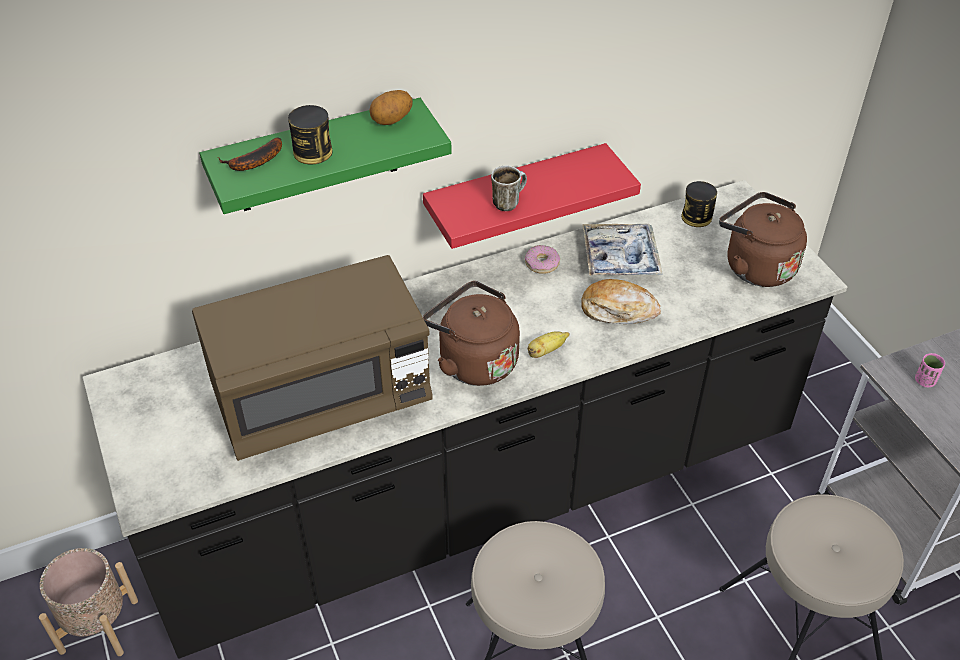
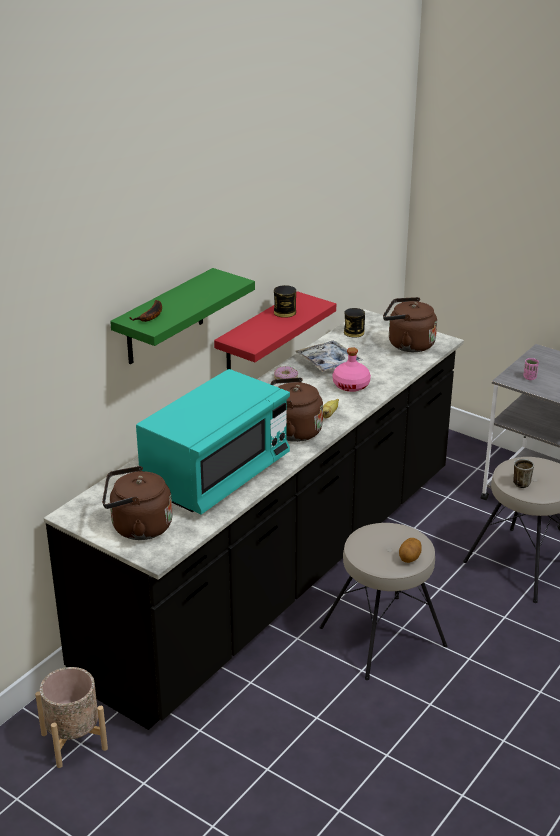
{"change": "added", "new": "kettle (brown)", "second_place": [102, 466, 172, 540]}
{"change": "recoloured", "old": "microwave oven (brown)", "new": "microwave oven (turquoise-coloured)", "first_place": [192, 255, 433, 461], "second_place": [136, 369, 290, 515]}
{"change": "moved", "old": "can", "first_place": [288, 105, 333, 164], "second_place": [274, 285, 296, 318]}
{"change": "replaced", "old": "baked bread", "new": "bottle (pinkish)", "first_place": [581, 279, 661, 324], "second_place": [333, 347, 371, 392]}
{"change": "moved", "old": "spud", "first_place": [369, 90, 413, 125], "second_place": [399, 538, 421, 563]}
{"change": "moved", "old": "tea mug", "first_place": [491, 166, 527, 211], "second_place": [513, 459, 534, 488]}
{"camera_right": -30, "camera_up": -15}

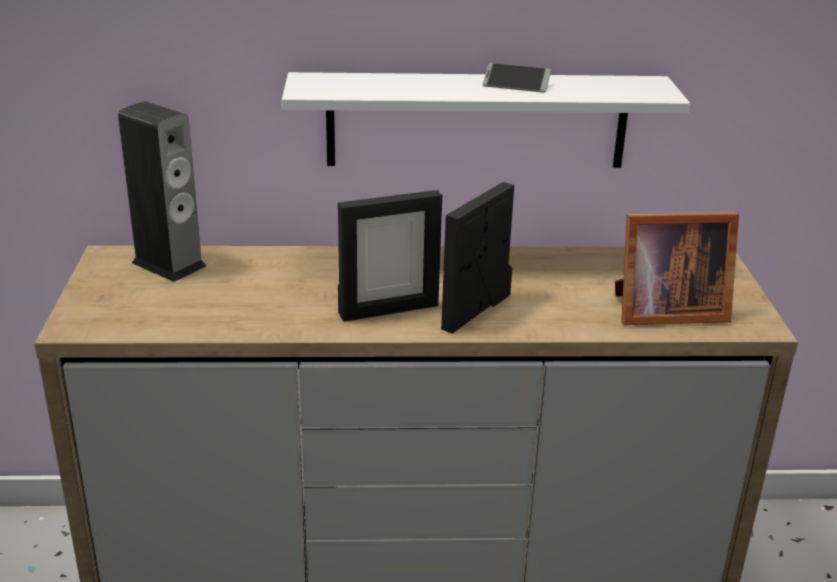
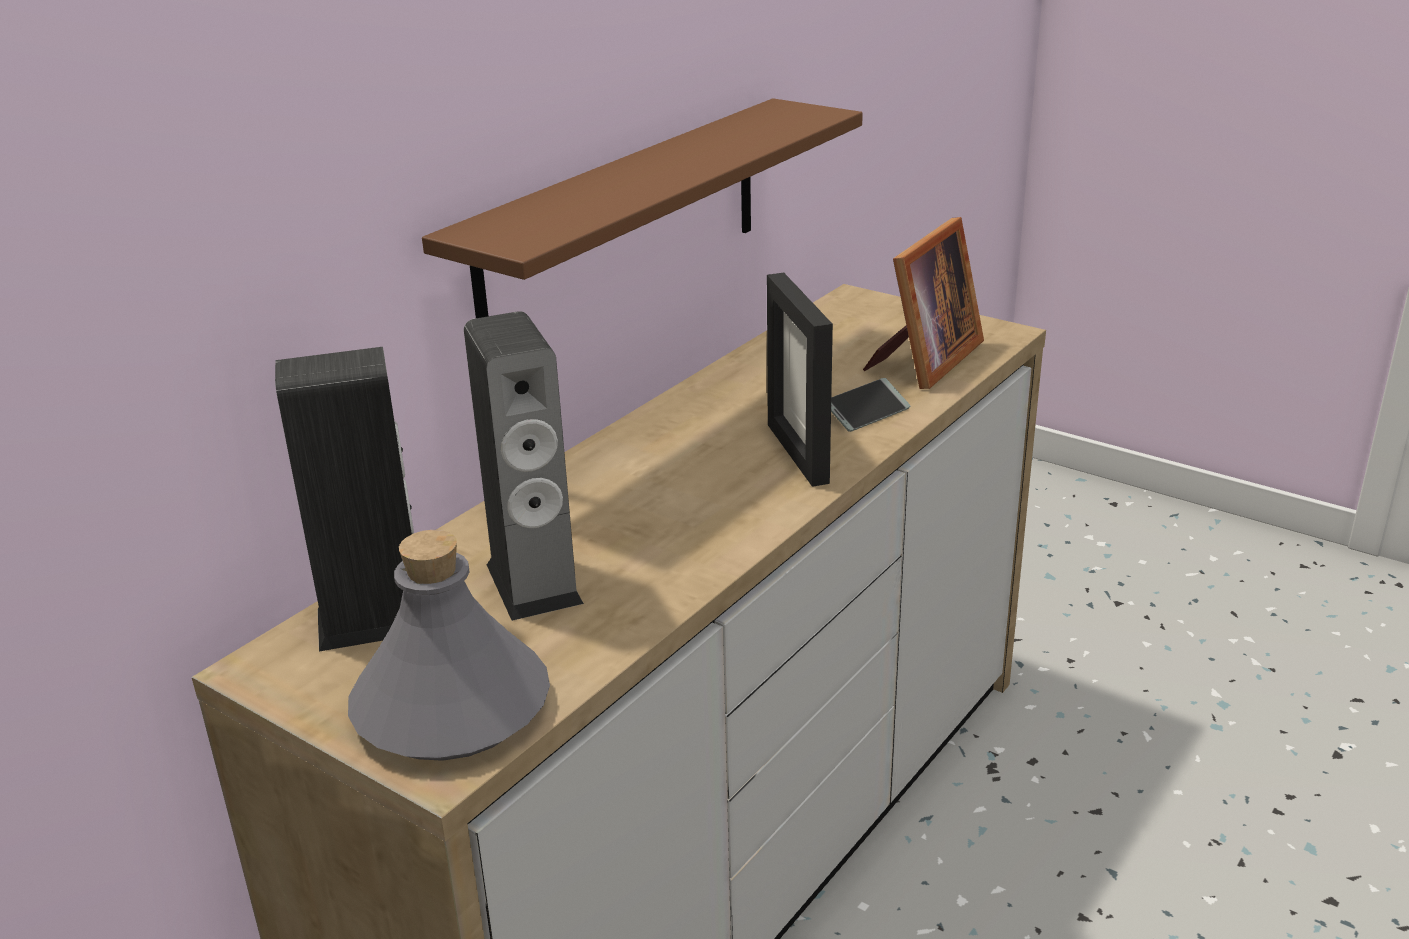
{"change": "added", "new": "bottle (grey)", "second_place": [348, 530, 550, 761]}
{"change": "recoloured", "old": "bracket shelf (whitish)", "new": "bracket shelf (brown)", "first_place": [282, 72, 690, 168], "second_place": [422, 98, 863, 318]}
{"change": "added", "new": "speaker", "second_place": [464, 311, 584, 621]}
{"change": "moved", "old": "telephone", "first_place": [483, 63, 551, 92], "second_place": [831, 378, 910, 432]}
{"change": "removed", "old": "picture frame", "first_place": [338, 190, 442, 322]}
{"camera_right": -50, "camera_up": 0}

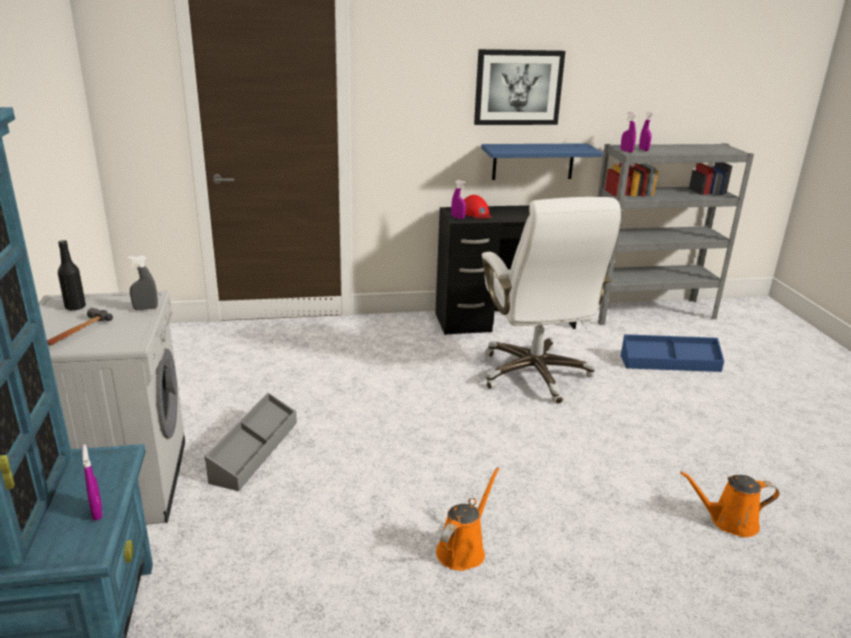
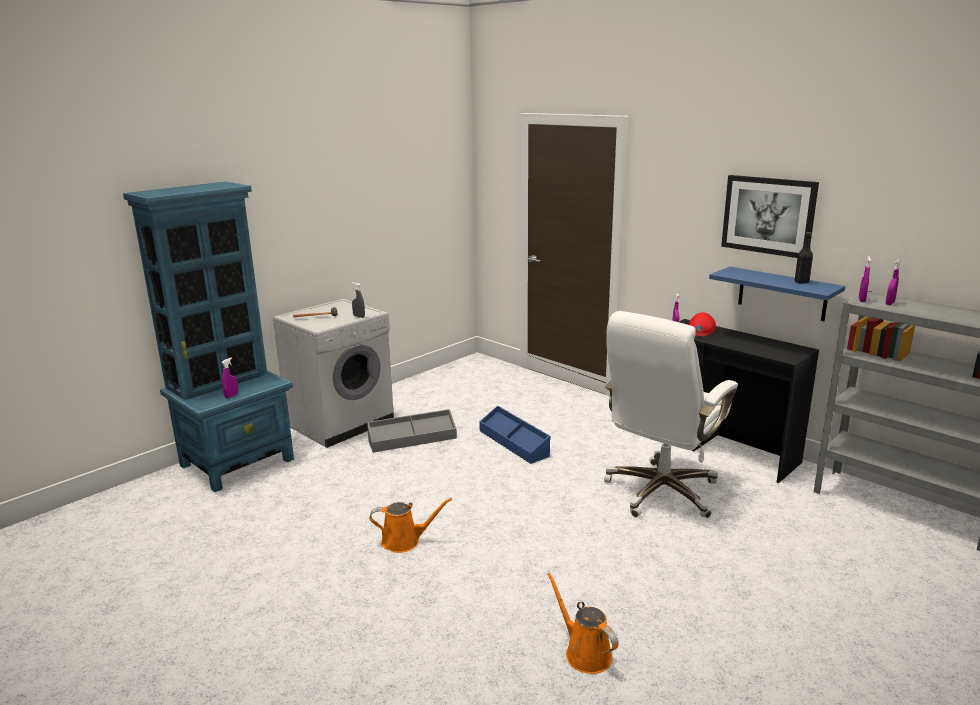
{"change": "moved", "old": "storage bin (blue)", "first_place": [621, 334, 724, 372], "second_place": [479, 406, 550, 464]}
{"change": "moved", "old": "bottle (black-coloured)", "first_place": [58, 240, 86, 310], "second_place": [794, 232, 813, 284]}
{"camera_right": 55, "camera_up": -5}

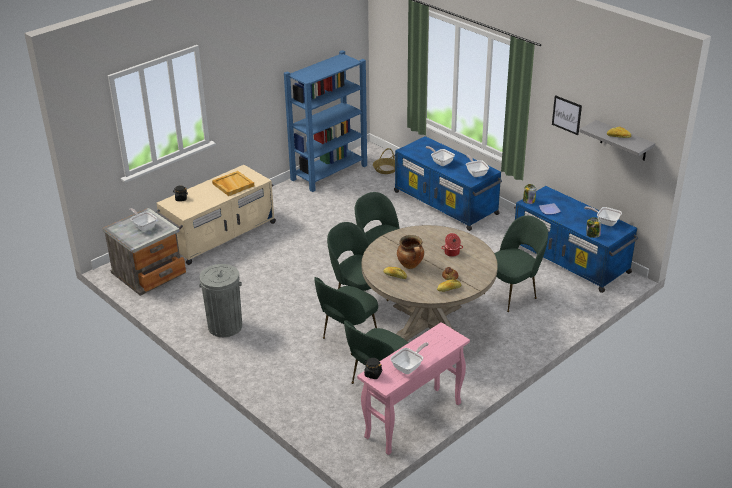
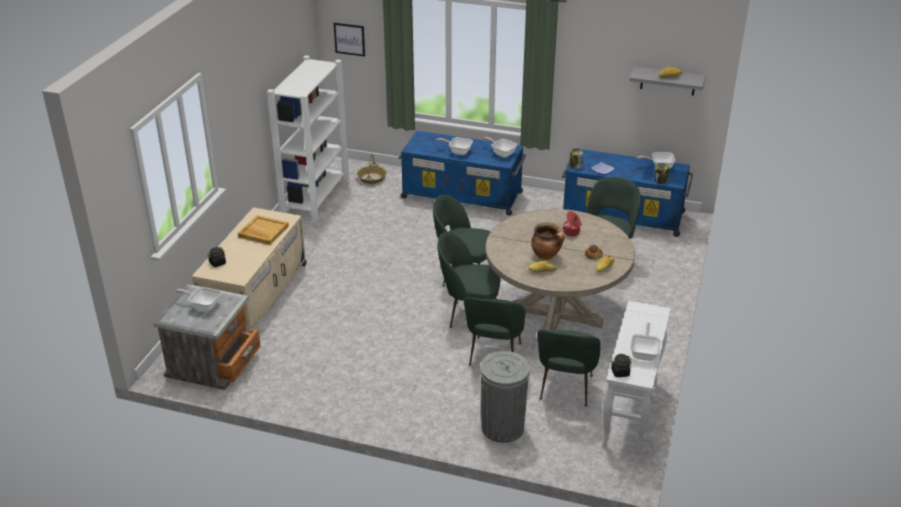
{"change": "recoloured", "old": "shelving unit (blue)", "new": "shelving unit (whitish)", "first_place": [284, 50, 367, 192], "second_place": [267, 55, 349, 222]}
{"change": "moved", "old": "wall picture", "first_place": [552, 95, 582, 135], "second_place": [334, 23, 365, 57]}
{"change": "moved", "old": "waste bin (grey)", "first_place": [199, 264, 242, 337], "second_place": [480, 351, 530, 443]}
{"change": "recoloured", "old": "hall table (pinkish)", "new": "hall table (whitish)", "first_place": [357, 322, 470, 455], "second_place": [602, 301, 671, 455]}
{"camera_right": -30, "camera_up": 0}

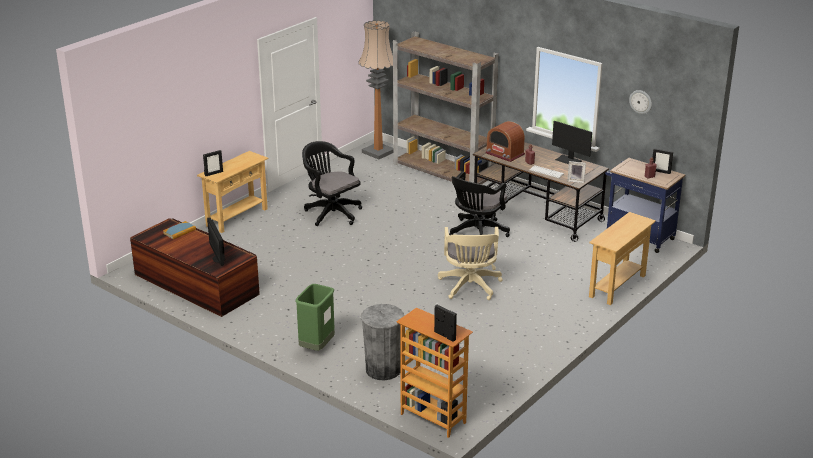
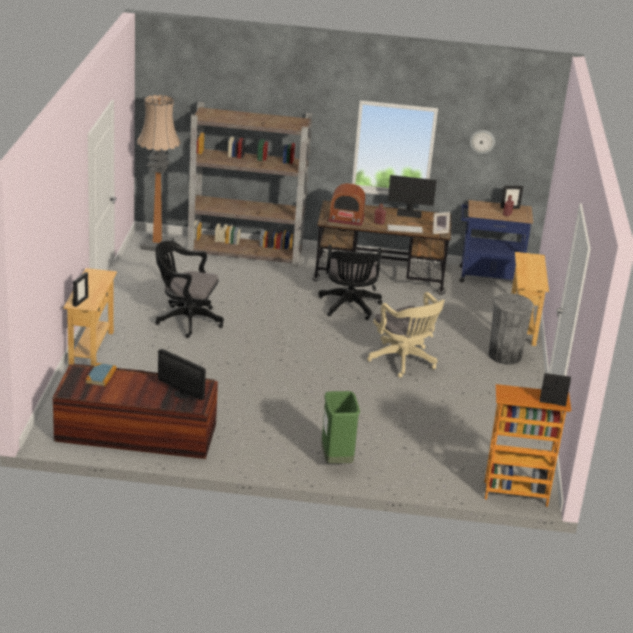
{"change": "moved", "old": "waste bin (grey)", "first_place": [361, 304, 404, 380], "second_place": [489, 293, 534, 364]}
{"camera_right": -35, "camera_up": 0}

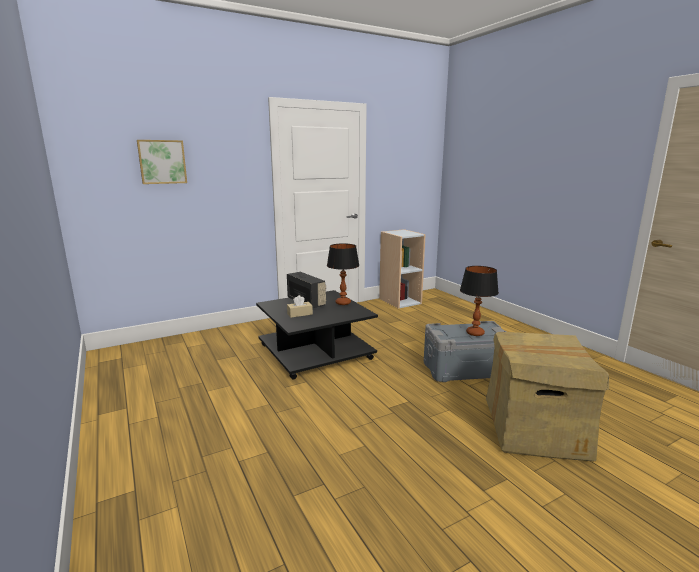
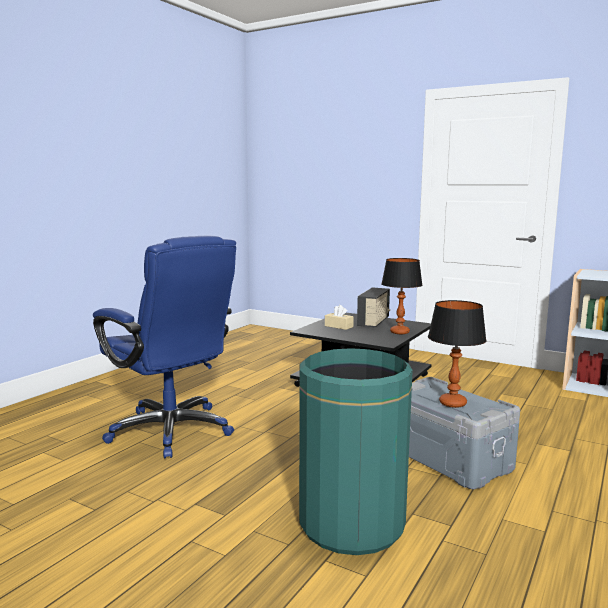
{"change": "added", "new": "office chair (blue)", "second_place": [93, 236, 236, 459]}
{"change": "replaced", "old": "cardboard box", "new": "waste bin (green-coloured)", "first_place": [486, 332, 609, 461], "second_place": [299, 348, 413, 555]}
{"change": "removed", "old": "wall picture", "first_place": [137, 140, 187, 184]}
{"camera_right": 60, "camera_up": -5}

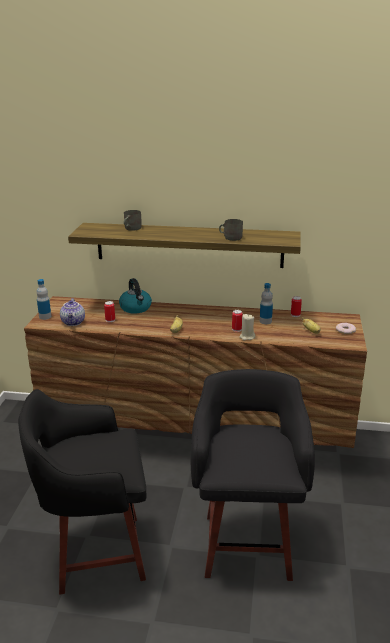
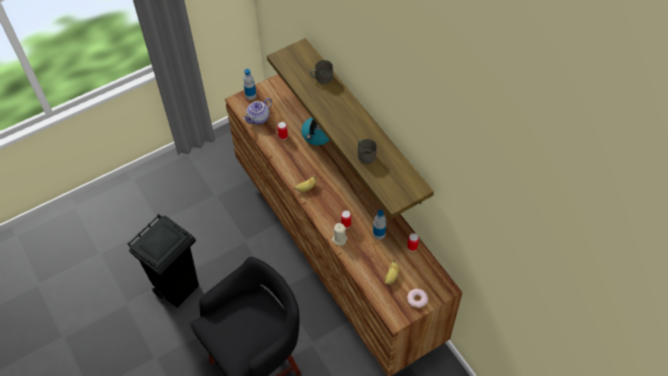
{"change": "replaced", "old": "stool seat (black-coloured)", "new": "waste bin (black-coloured)", "first_place": [18, 389, 146, 595], "second_place": [127, 214, 199, 308]}
{"camera_right": 50, "camera_up": 30}

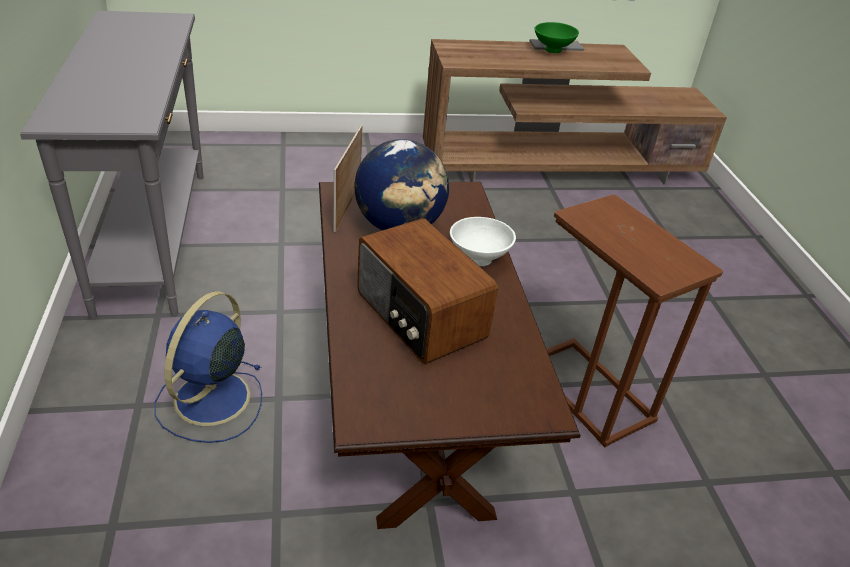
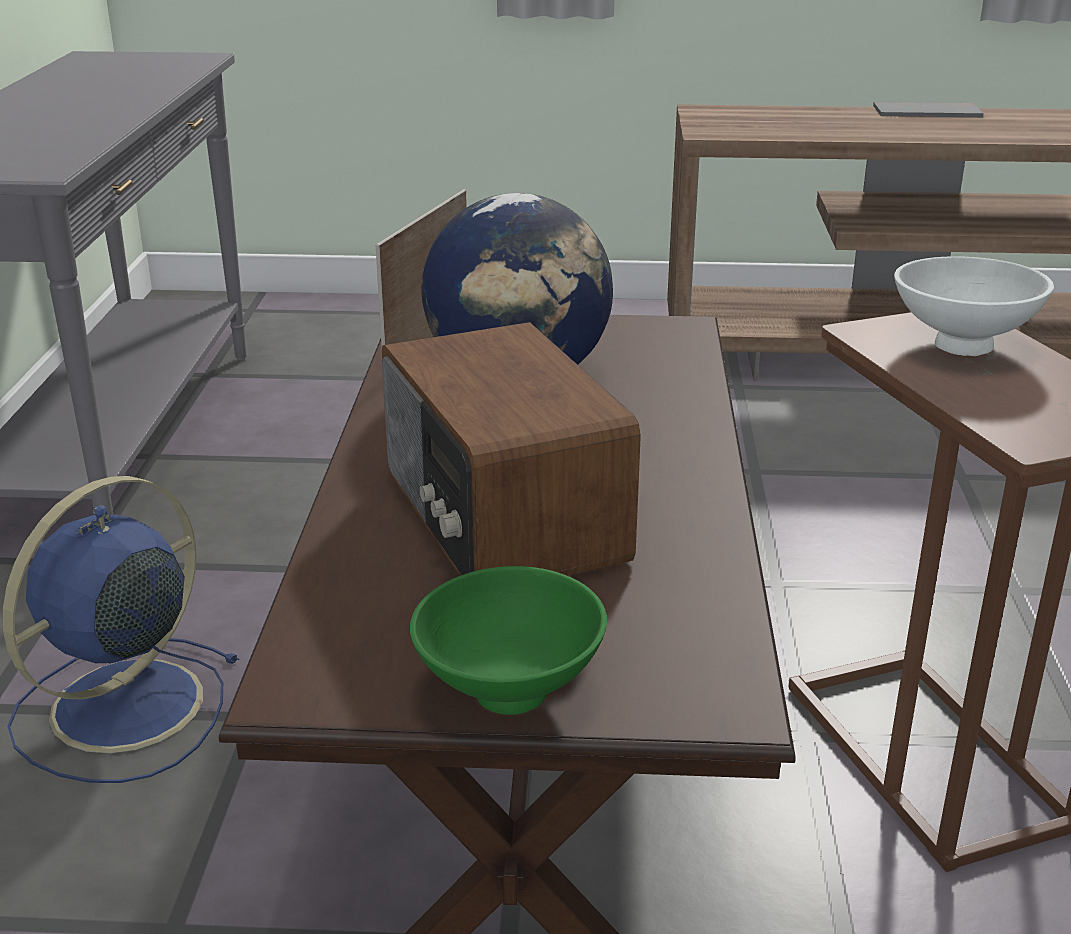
{"change": "moved", "old": "bowl (green-coloured)", "first_place": [535, 22, 579, 53], "second_place": [410, 566, 607, 715]}
{"change": "moved", "old": "bowl (whitish)", "first_place": [450, 217, 516, 266], "second_place": [894, 256, 1054, 356]}
{"camera_right": 15, "camera_up": -10}

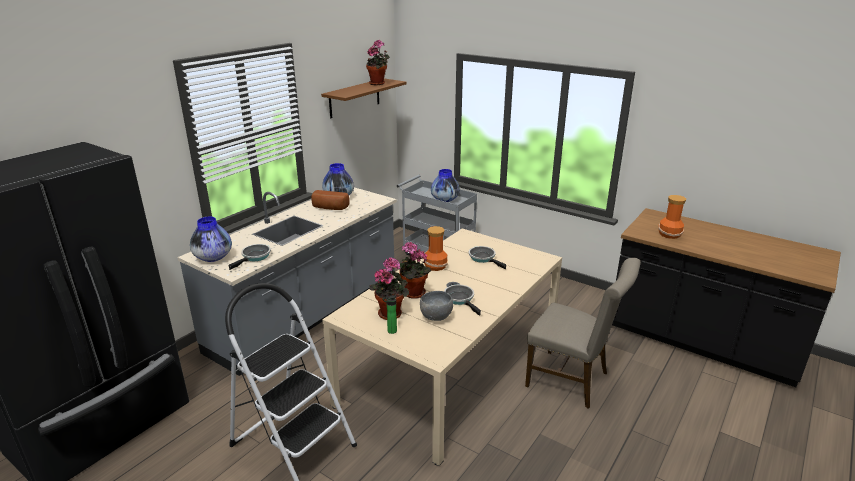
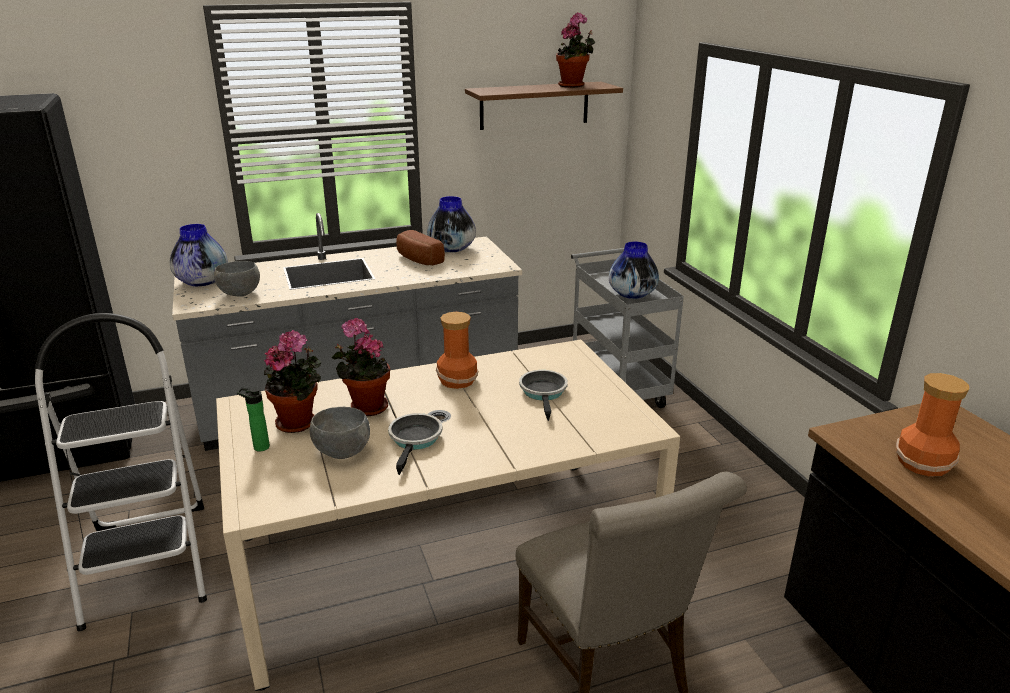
{"change": "replaced", "old": "pan", "new": "bowl (grey)", "first_place": [229, 244, 271, 270], "second_place": [214, 261, 260, 296]}
{"camera_right": 35, "camera_up": 0}

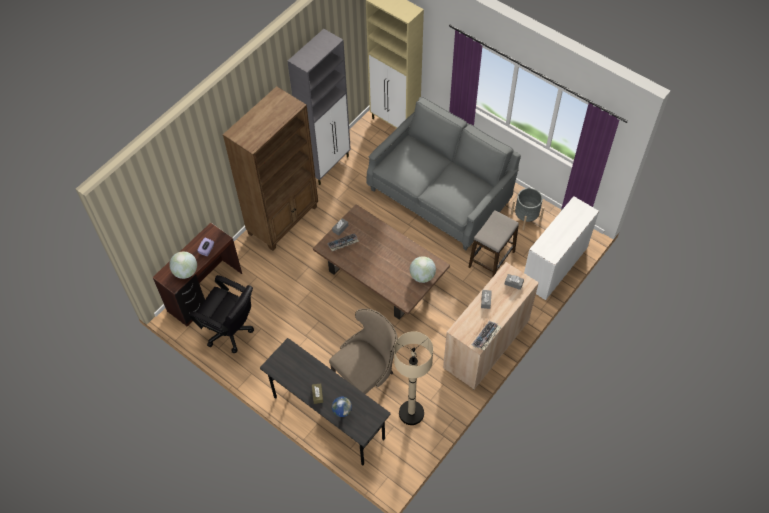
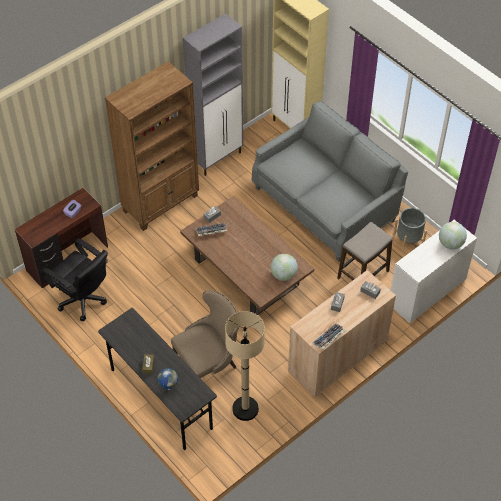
{"change": "moved", "old": "desk globe", "first_place": [169, 251, 197, 279], "second_place": [439, 222, 467, 249]}
{"camera_right": 10, "camera_up": -5}

